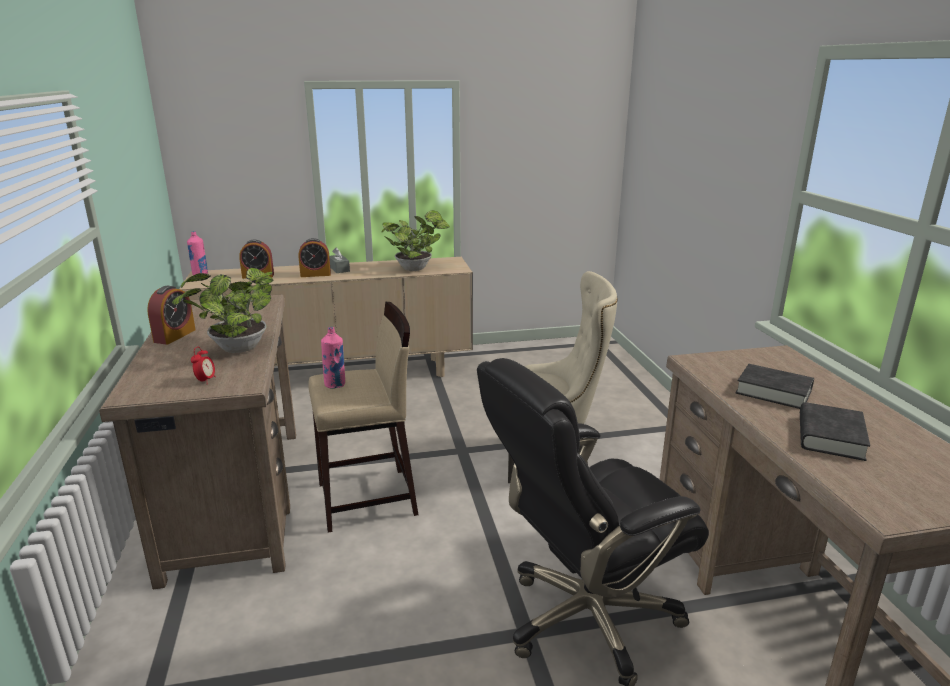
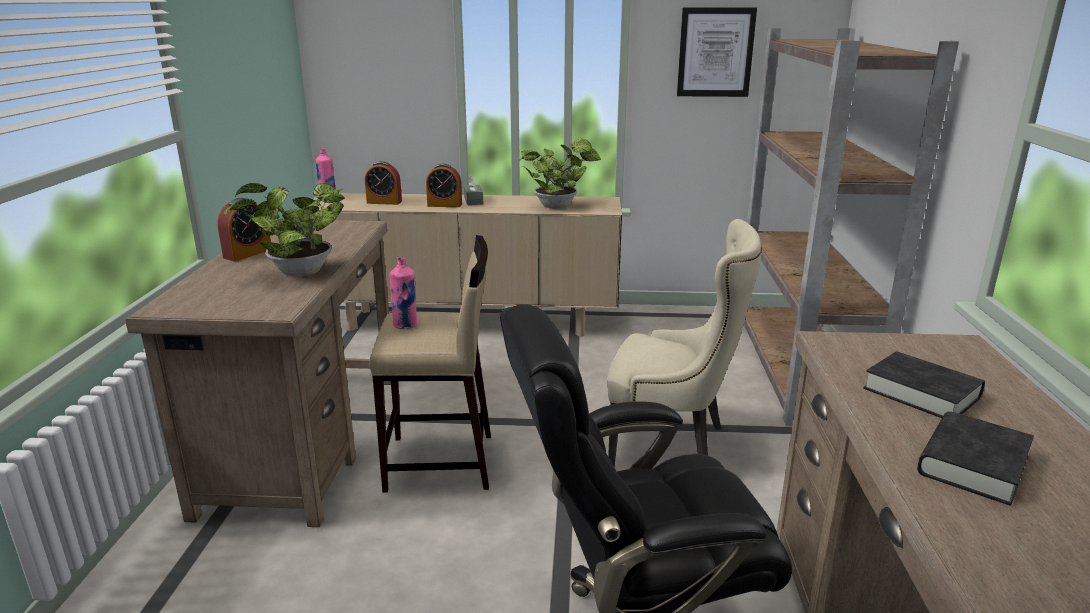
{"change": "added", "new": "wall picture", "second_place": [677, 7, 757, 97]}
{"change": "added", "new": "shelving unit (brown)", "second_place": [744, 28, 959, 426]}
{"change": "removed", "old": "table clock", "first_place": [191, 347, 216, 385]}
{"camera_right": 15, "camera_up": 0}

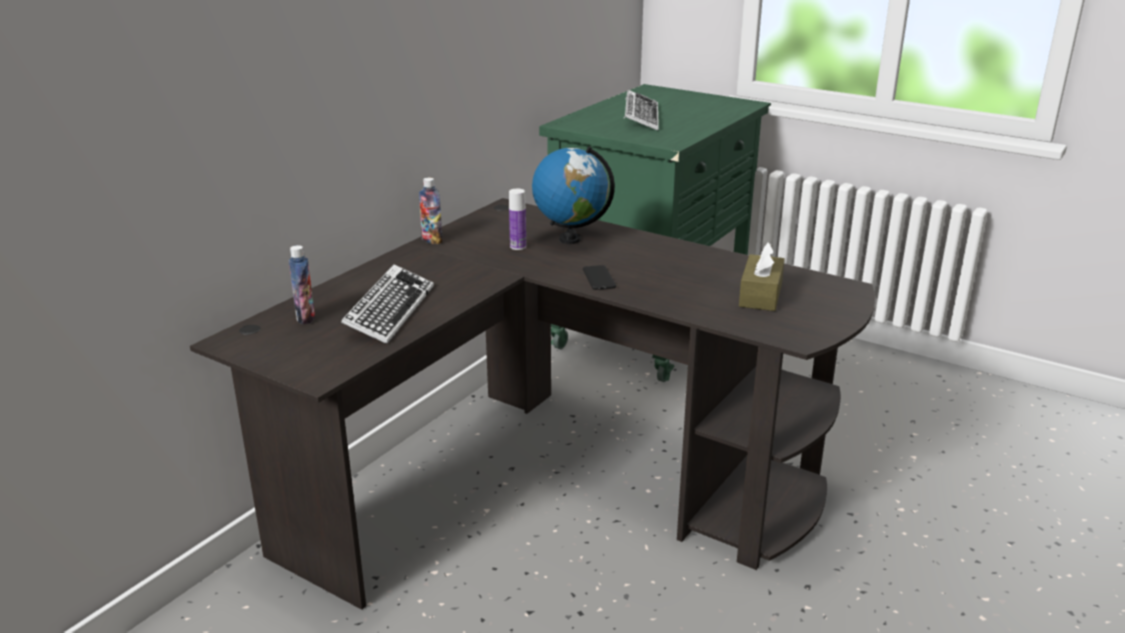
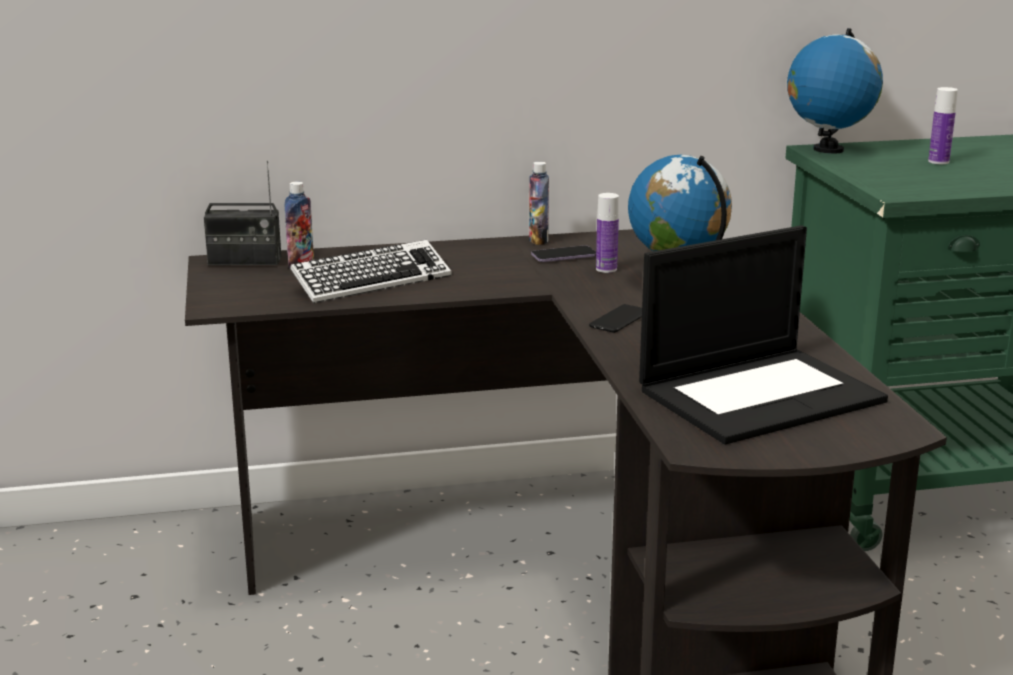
{"change": "added", "new": "radio", "second_place": [204, 161, 281, 265]}
{"change": "added", "new": "telephone", "second_place": [531, 245, 596, 262]}
{"change": "replaced", "old": "tissue box (brown)", "new": "laptop", "first_place": [739, 242, 785, 311], "second_place": [639, 225, 888, 444]}
{"change": "added", "new": "desk globe", "second_place": [787, 28, 883, 154]}
{"change": "replaced", "old": "keyboard", "new": "bottle", "first_place": [624, 90, 659, 131], "second_place": [928, 87, 958, 164]}
{"camera_right": 45, "camera_up": -5}

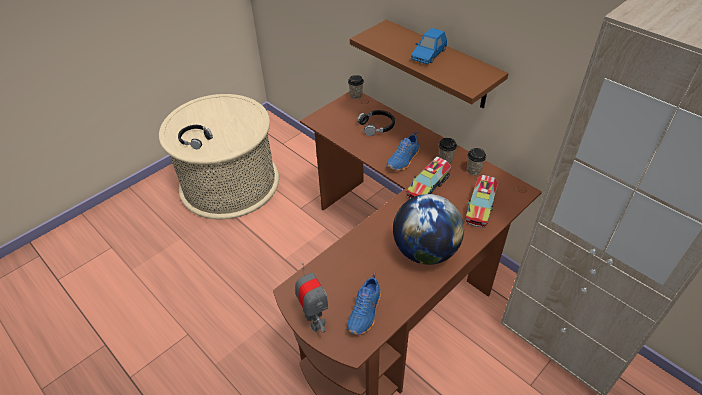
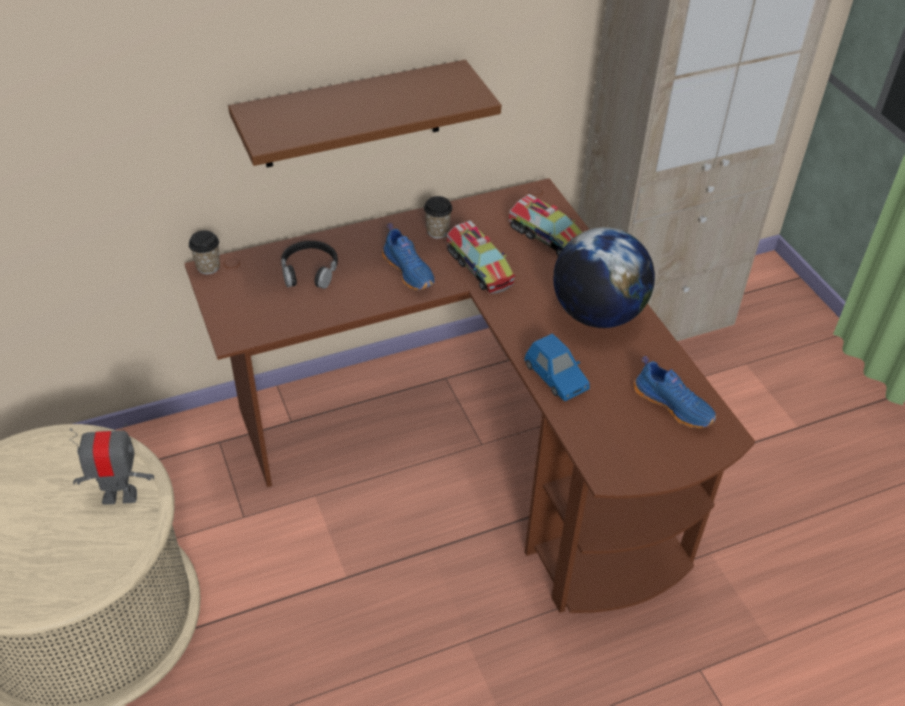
{"change": "moved", "old": "model robot", "first_place": [295, 263, 328, 333], "second_place": [69, 424, 154, 505]}
{"change": "moved", "old": "model car (blue)", "first_place": [411, 28, 447, 64], "second_place": [524, 333, 590, 401]}
{"change": "removed", "old": "headphones (black-coloured)", "first_place": [178, 125, 213, 149]}
{"change": "removed", "old": "drinking cup", "first_place": [467, 148, 486, 175]}
{"camera_right": -70, "camera_up": 0}

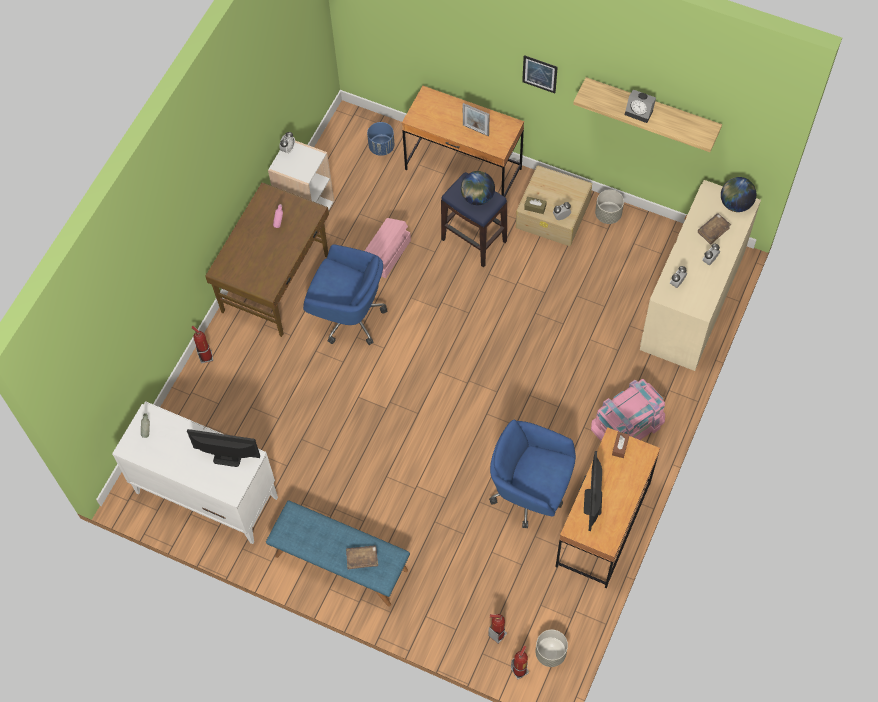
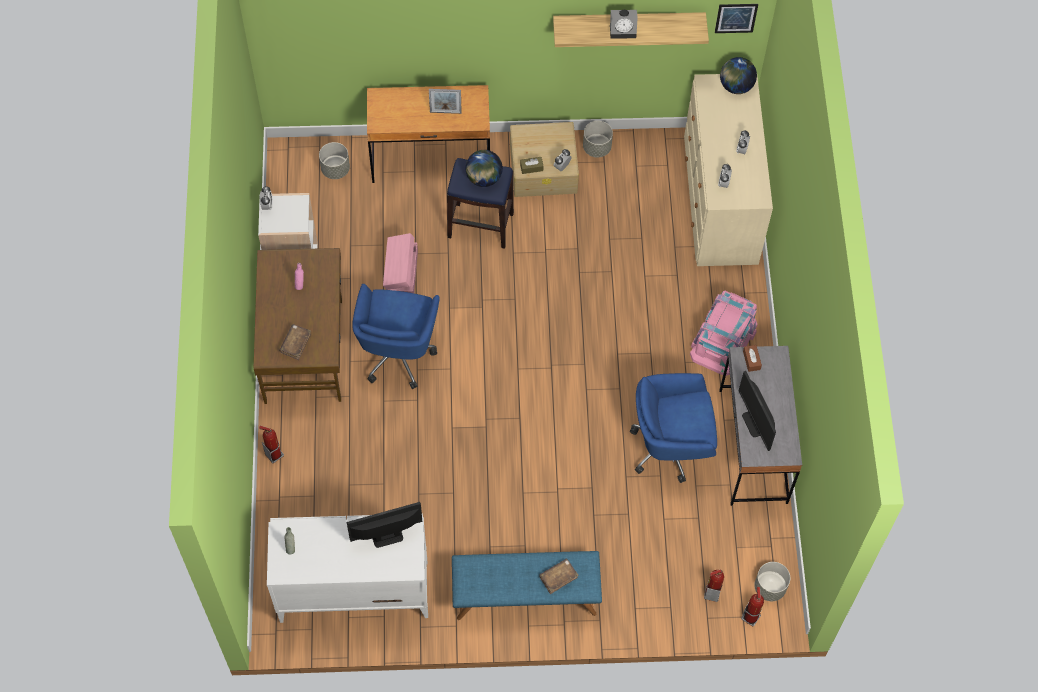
{"change": "moved", "old": "book (brown)", "first_place": [698, 213, 731, 245], "second_place": [279, 324, 311, 360]}
{"change": "recoloured", "old": "flower pot (blue)", "new": "flower pot (grey)", "first_place": [367, 122, 395, 156], "second_place": [319, 142, 350, 179]}
{"change": "turned", "old": "office chair (blue)", "first_place": [303, 244, 387, 345], "second_place": [352, 284, 440, 389], "degrees": 105}
{"change": "moved", "old": "wall picture", "first_place": [522, 55, 558, 93], "second_place": [715, 4, 758, 33]}
{"change": "recoloured", "old": "desk unit (brown)", "new": "desk unit (grey)", "first_place": [556, 427, 660, 588], "second_place": [719, 346, 802, 506]}
{"camera_right": -30, "camera_up": 0}

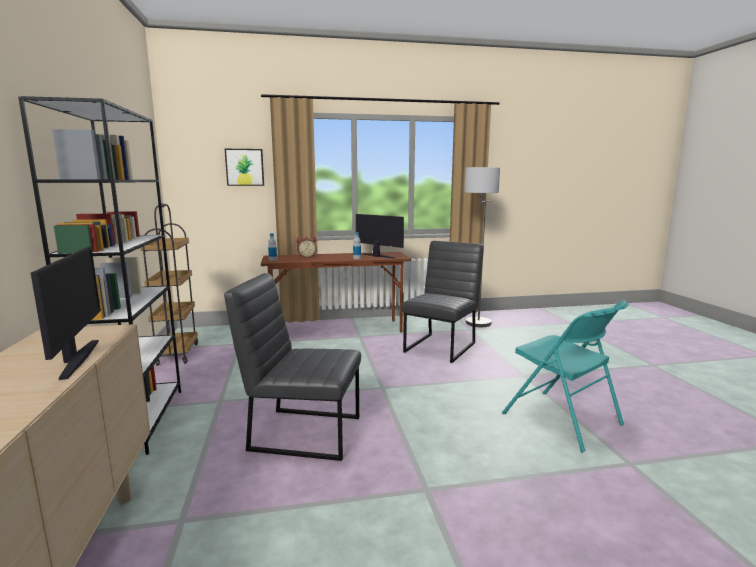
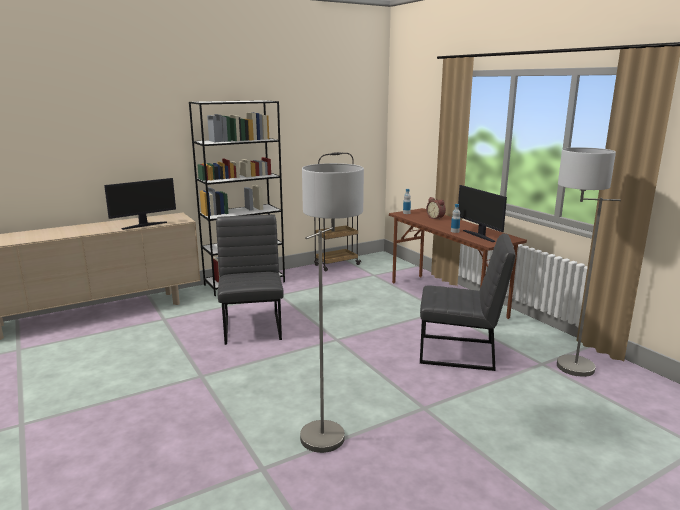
{"change": "replaced", "old": "chair (turquoise-coloured)", "new": "floor lamp (grey)", "first_place": [502, 300, 629, 453], "second_place": [300, 163, 364, 453]}
{"change": "turned", "old": "monitor", "first_place": [356, 214, 404, 259], "second_place": [458, 185, 507, 242], "degrees": 135}
{"change": "removed", "old": "wall picture", "first_place": [225, 149, 264, 186]}
{"camera_right": 70, "camera_up": 5}

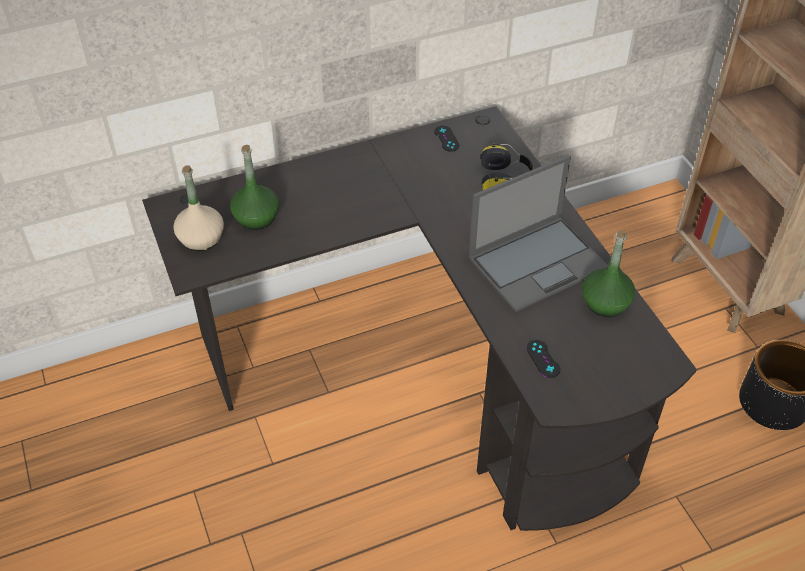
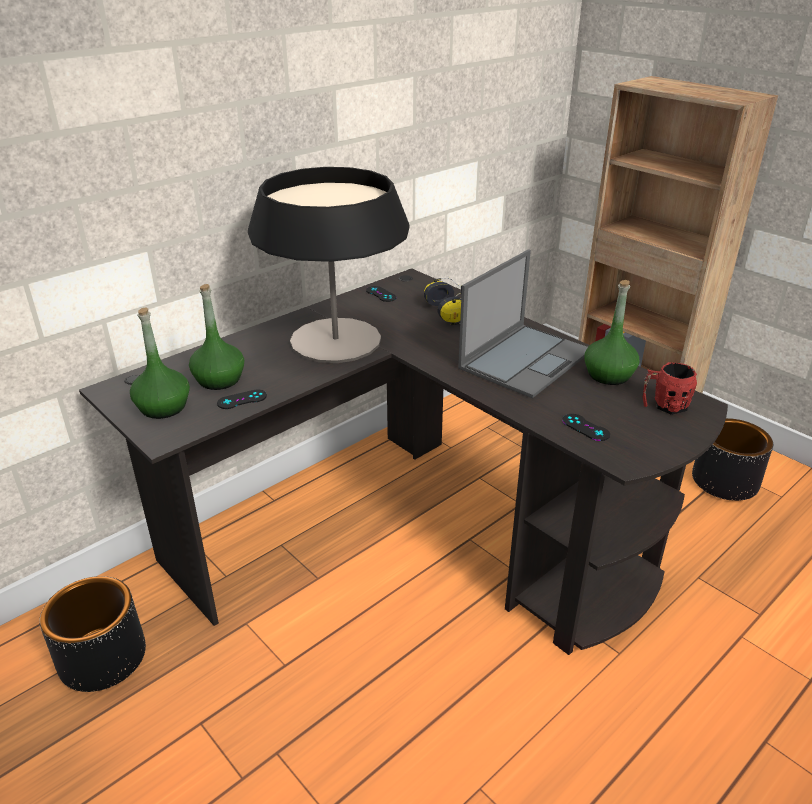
{"change": "added", "new": "flower pot (black-coloured)", "second_place": [39, 576, 146, 692]}
{"change": "recoloured", "old": "bottle (beige-coloured)", "new": "bottle (green-coloured)", "first_place": [173, 165, 224, 251], "second_place": [130, 307, 190, 419]}
{"change": "added", "new": "gamepad (black-coloured)", "second_place": [217, 390, 267, 409]}
{"change": "added", "new": "tabletop lamp", "second_place": [248, 167, 409, 363]}
{"change": "added", "new": "tea mug (reddish)", "second_place": [643, 362, 697, 415]}
{"camera_right": -20, "camera_up": -15}

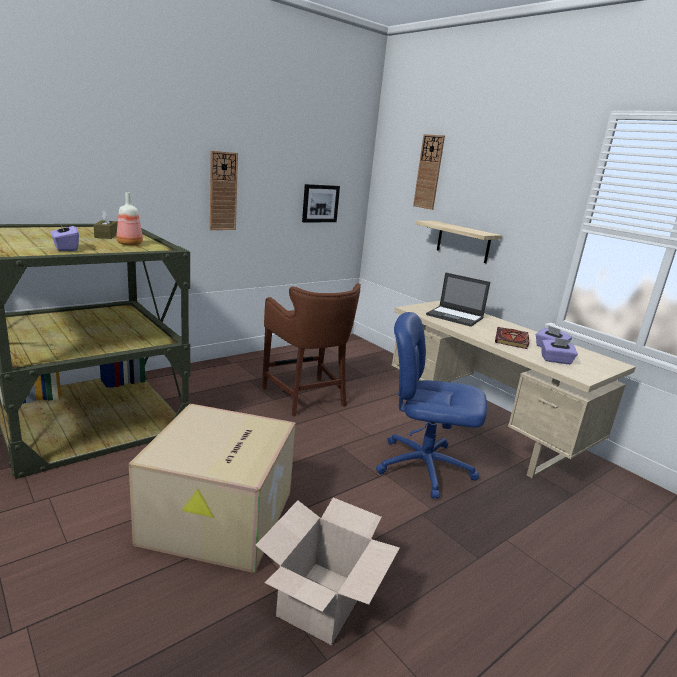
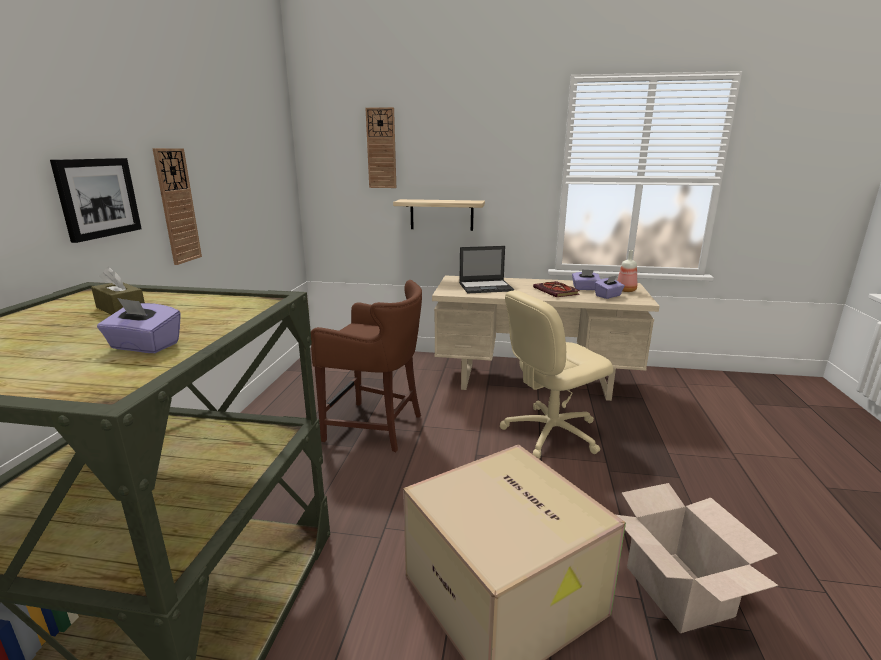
{"change": "moved", "old": "wall picture", "first_place": [302, 184, 340, 222], "second_place": [50, 158, 142, 243]}
{"change": "recoloured", "old": "office chair (blue)", "new": "office chair (beige-coloured)", "first_place": [376, 312, 487, 499], "second_place": [500, 290, 614, 459]}
{"change": "moved", "old": "bottle", "first_place": [116, 192, 143, 246], "second_place": [617, 250, 637, 292]}
{"camera_right": -40, "camera_up": 0}

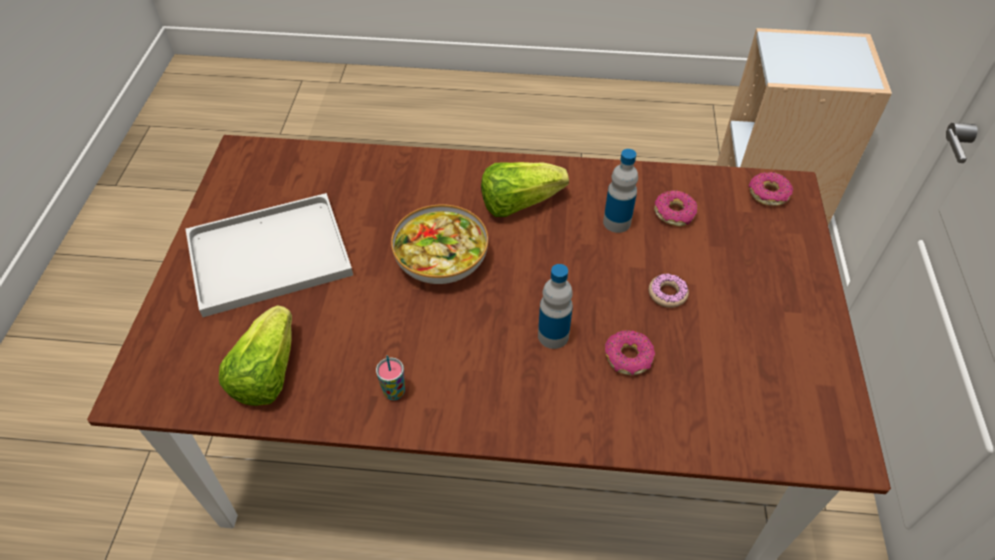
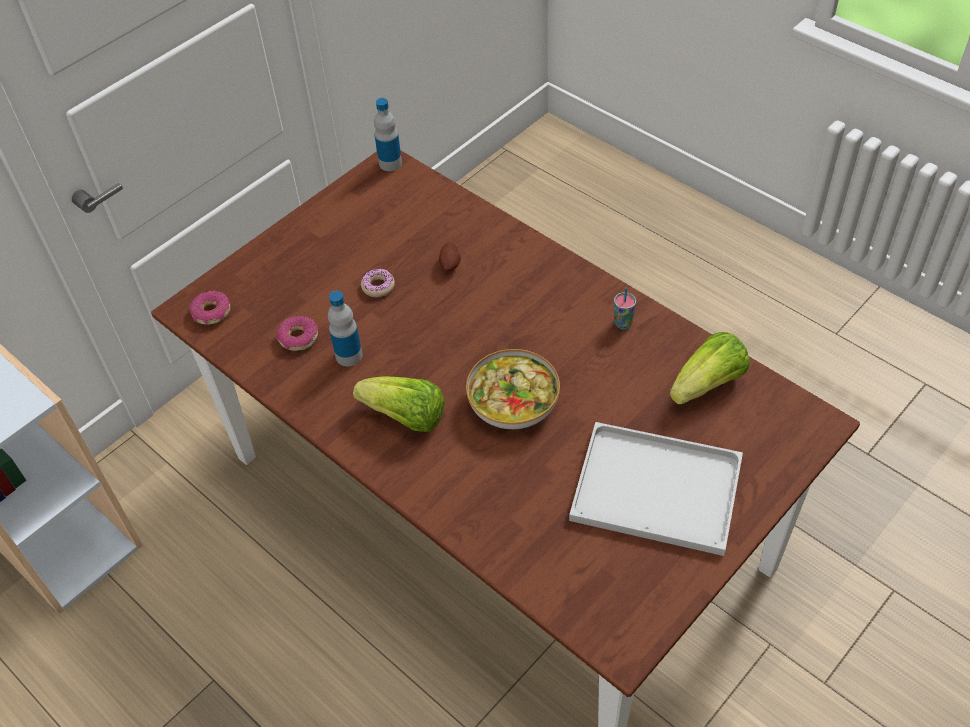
{"change": "moved", "old": "bottle", "first_place": [538, 264, 573, 349], "second_place": [374, 98, 402, 171]}
{"change": "replaced", "old": "doughnut", "new": "spud", "first_place": [605, 330, 655, 375], "second_place": [439, 242, 461, 272]}
{"camera_right": -140, "camera_up": 0}

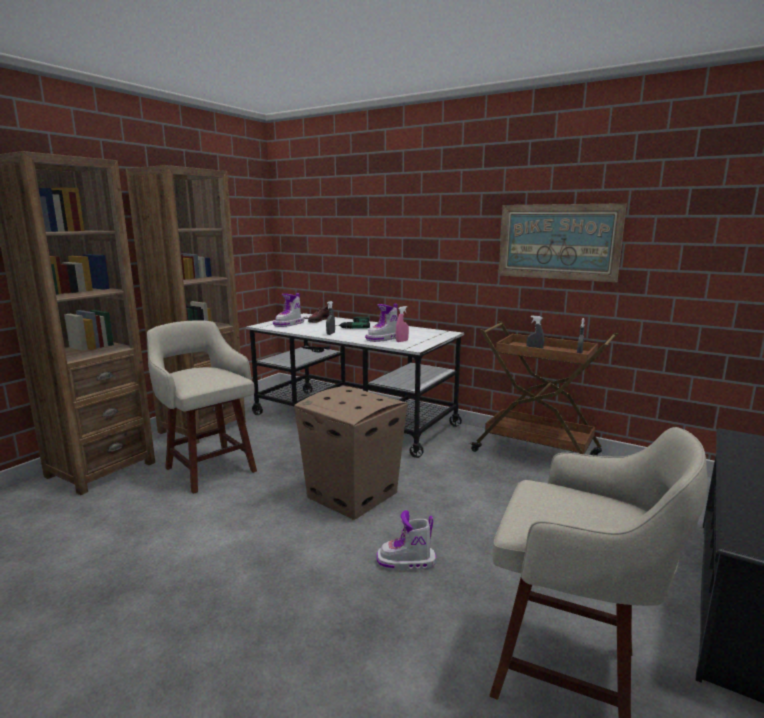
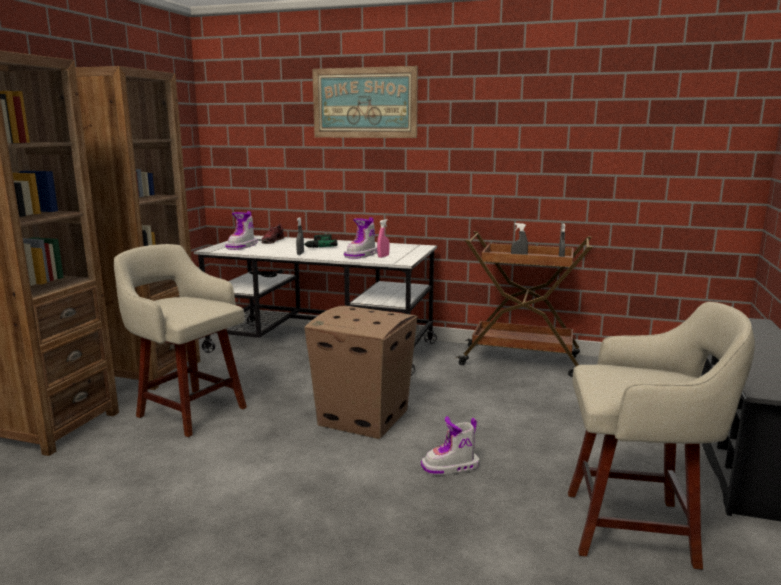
{"change": "moved", "old": "wall picture", "first_place": [499, 203, 627, 282], "second_place": [312, 66, 418, 138]}
{"camera_right": -15, "camera_up": 0}

